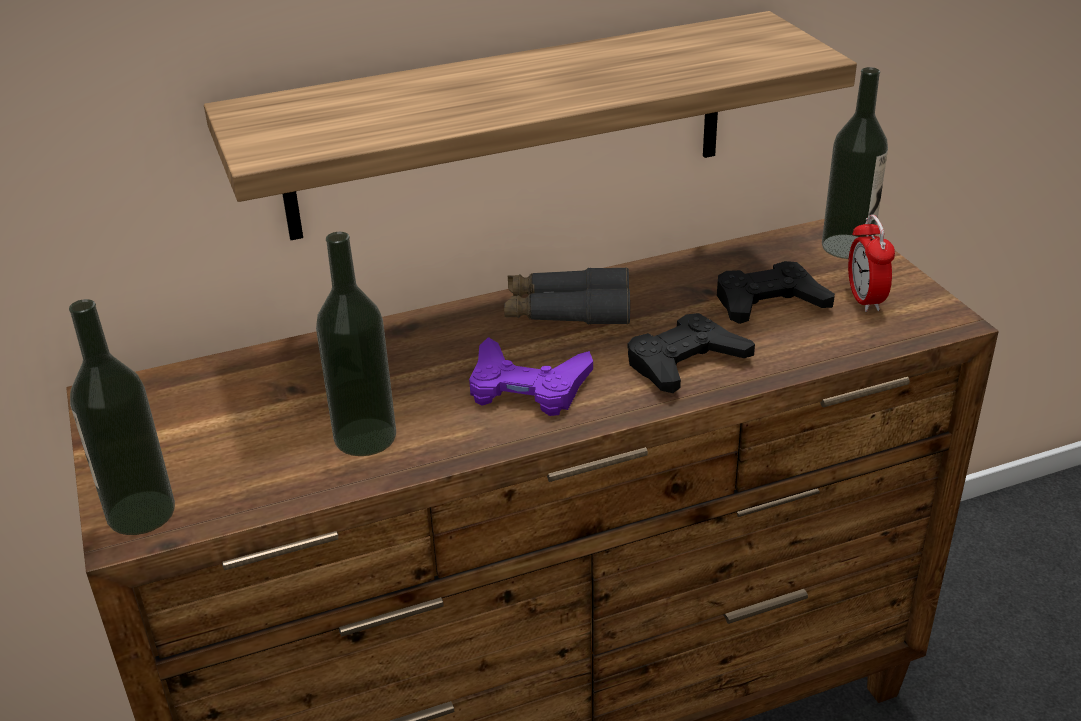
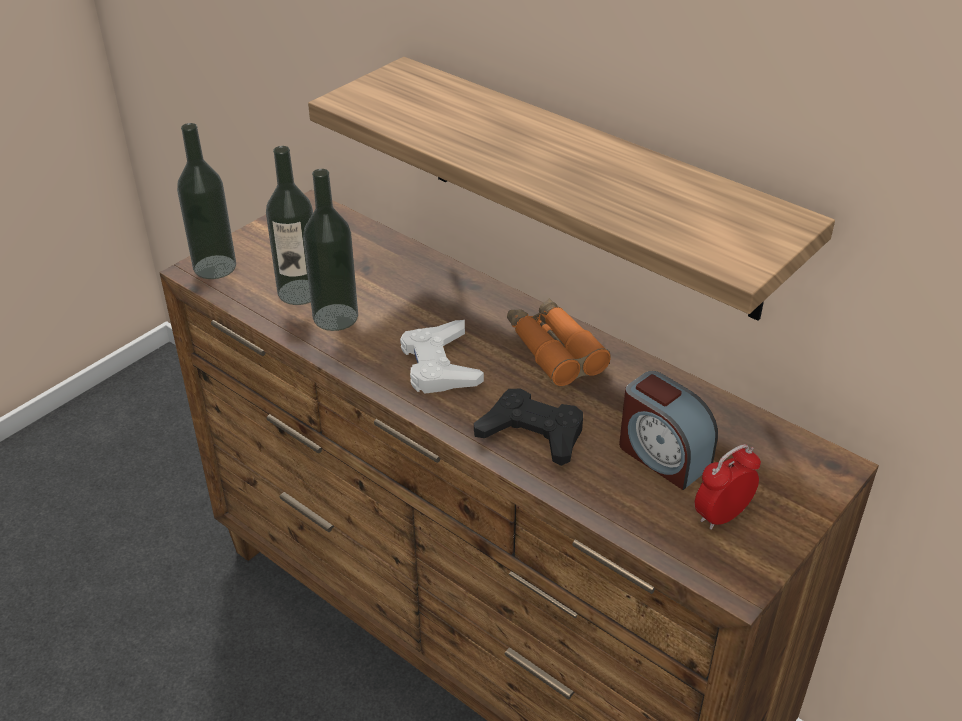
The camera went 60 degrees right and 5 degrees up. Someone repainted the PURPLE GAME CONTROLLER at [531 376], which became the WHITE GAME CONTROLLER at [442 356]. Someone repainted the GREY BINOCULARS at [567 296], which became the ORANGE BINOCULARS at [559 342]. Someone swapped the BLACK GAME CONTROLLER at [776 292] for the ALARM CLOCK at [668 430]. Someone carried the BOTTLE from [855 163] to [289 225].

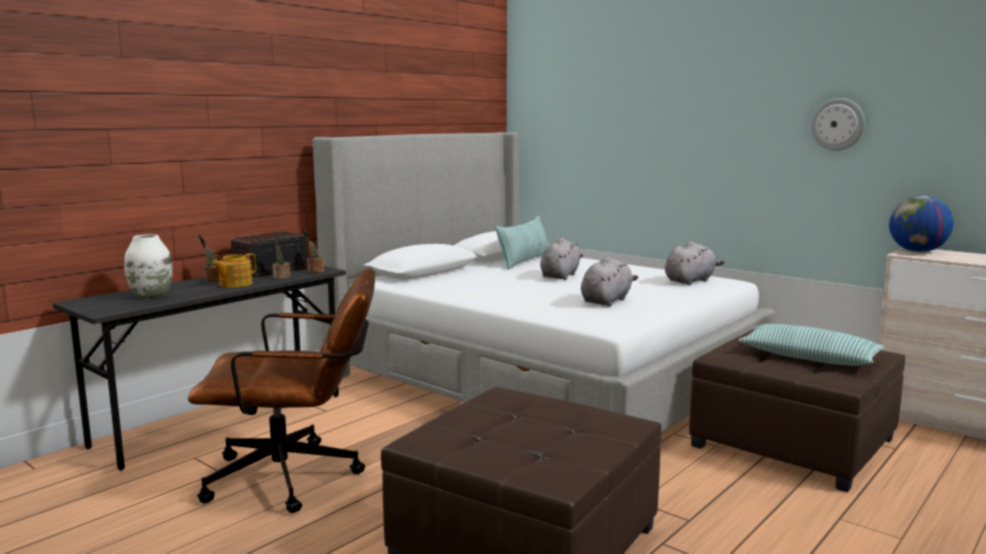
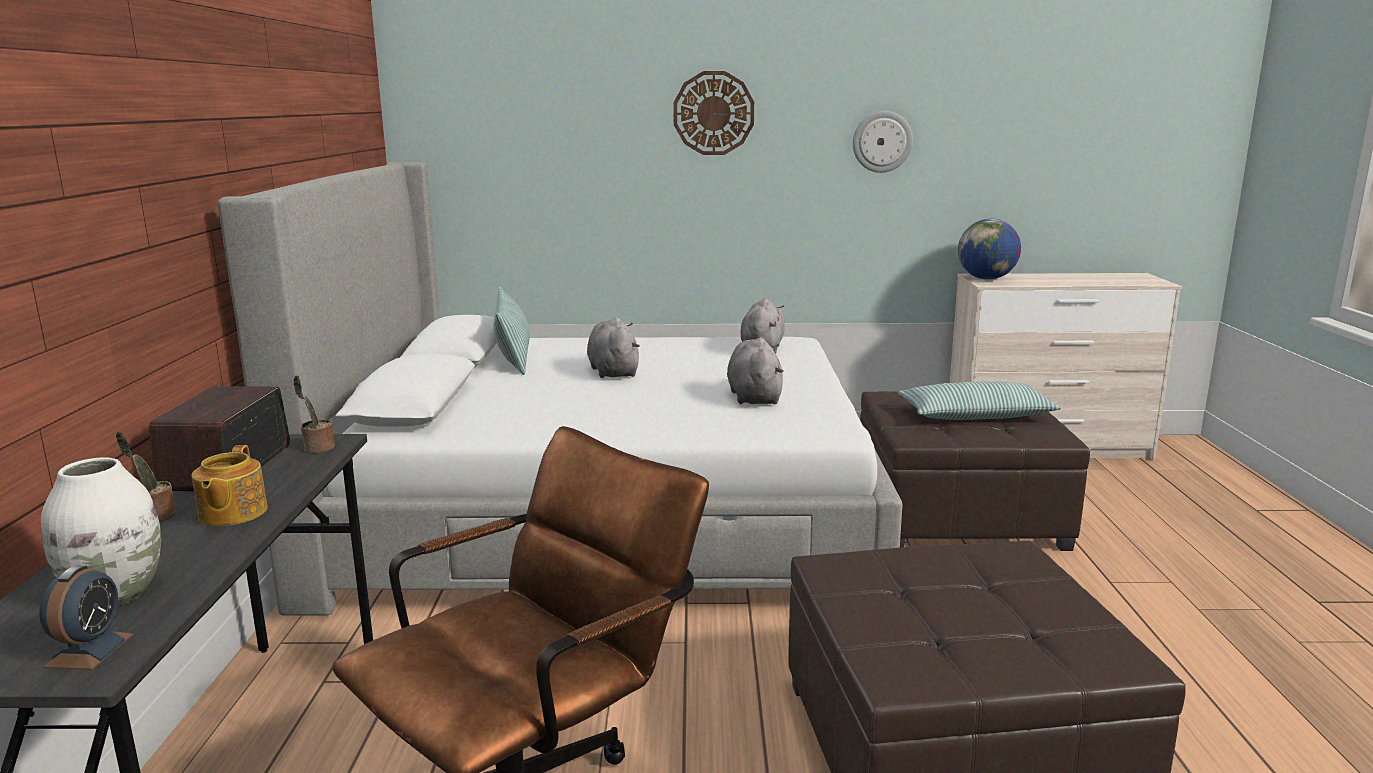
The camera went 40 degrees left and 5 degrees up. Someone took away the POTTED PLANT at [282 256]. Someone put down the ALARM CLOCK at [86 617]. Someone put up the WALL CLOCK at [713 113].

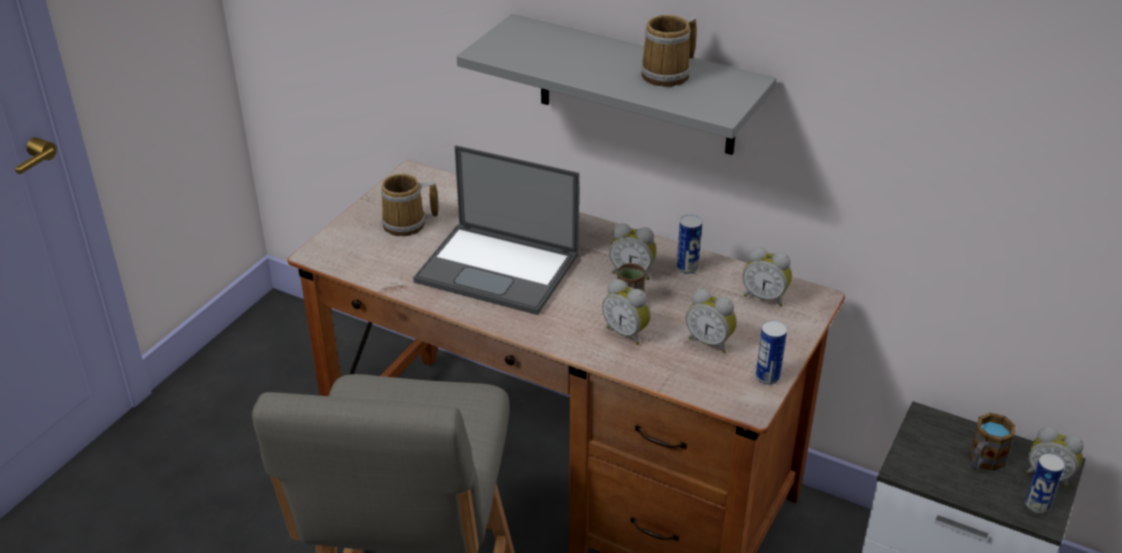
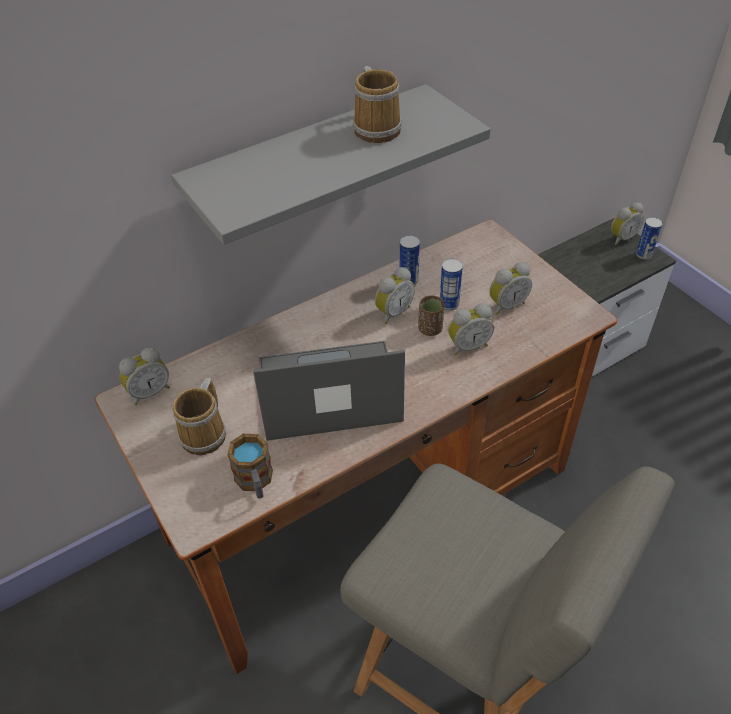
The camera went 60 degrees left and 10 degrees up. Someone rotated the LAPTOP at [496 230] by 150 degrees counterclockwise. Someone carried the ALARM CLOCK from [767 276] to [144 376]. Someone carried the CAN from [771 352] to [451 285]. Someone carried the MUG from [992 442] to [250 466].

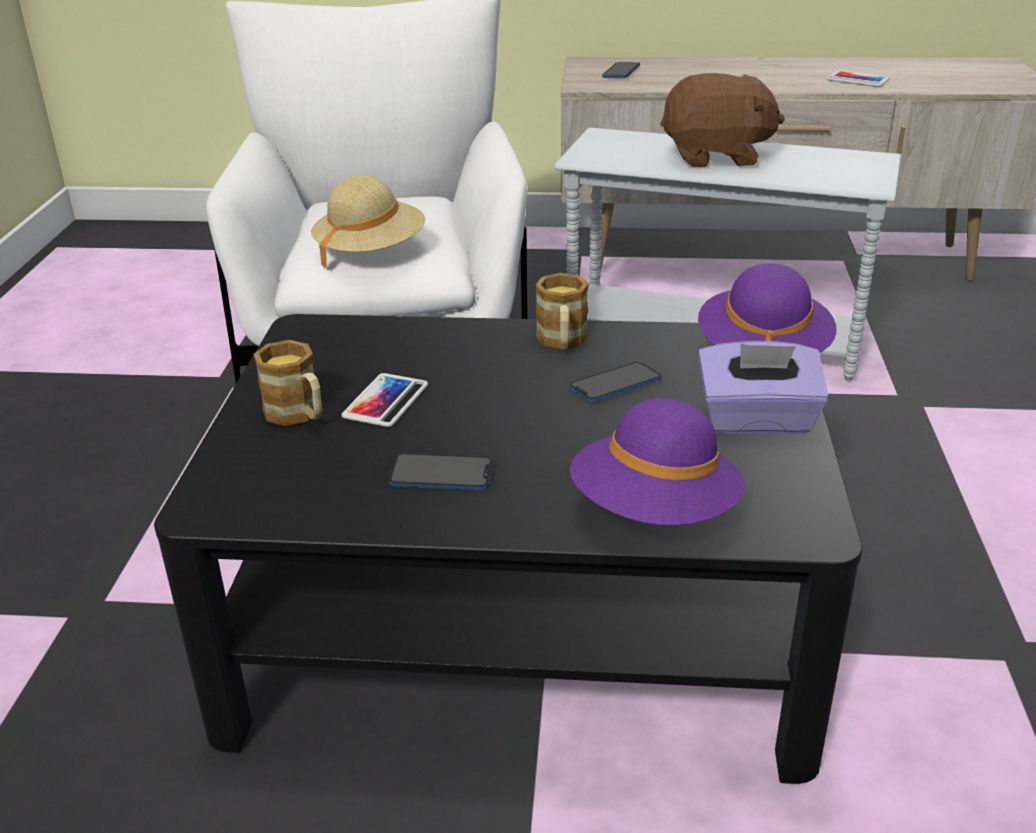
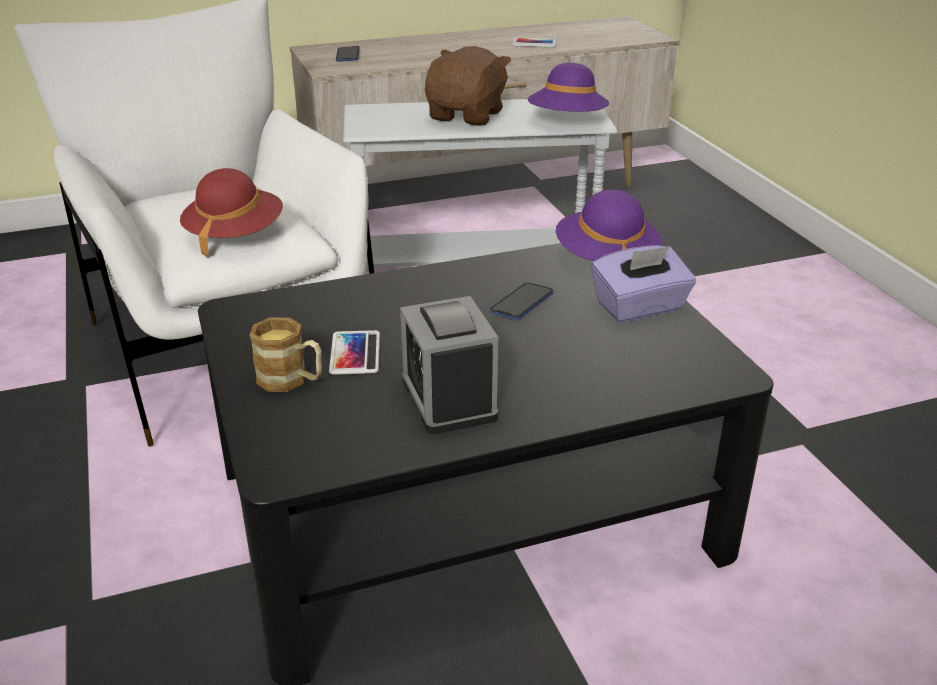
The camera went 25 degrees left and 0 degrees up. Someone repainted the BEIGE HAT at [368 222], which became the RED HAT at [231 212]. Someone swapped the PHONE at [441 471] for the ALARM CLOCK at [449 365]. Someone took away the MUG at [562 311]. Someone carried the PURPLE HAT from [657 461] to [568 87]. Someone rotated the BROWN PLUSH TOY at [722 120] by 45 degrees counterclockwise.

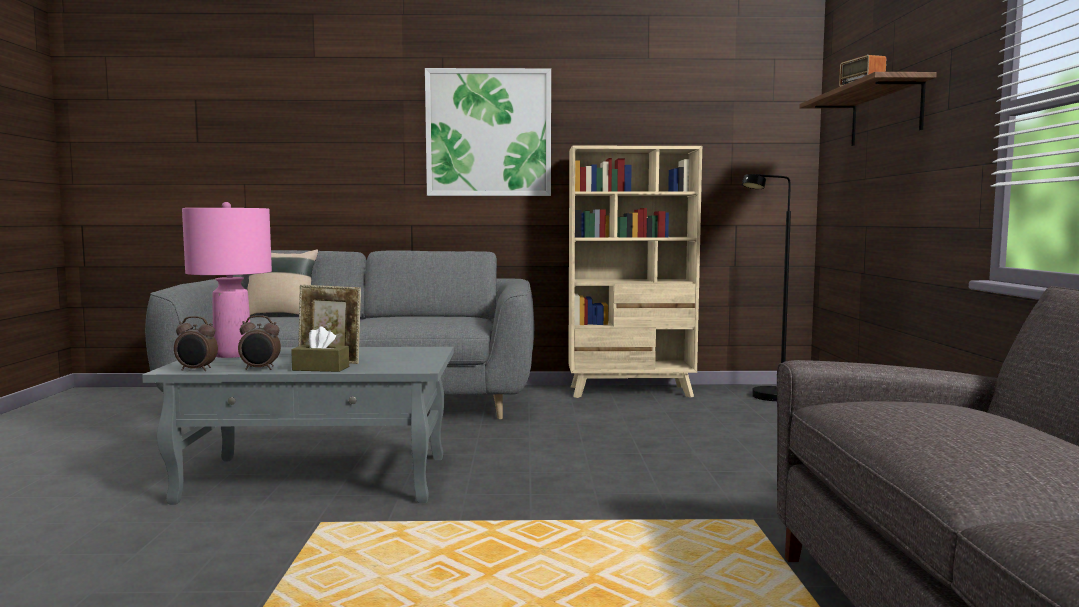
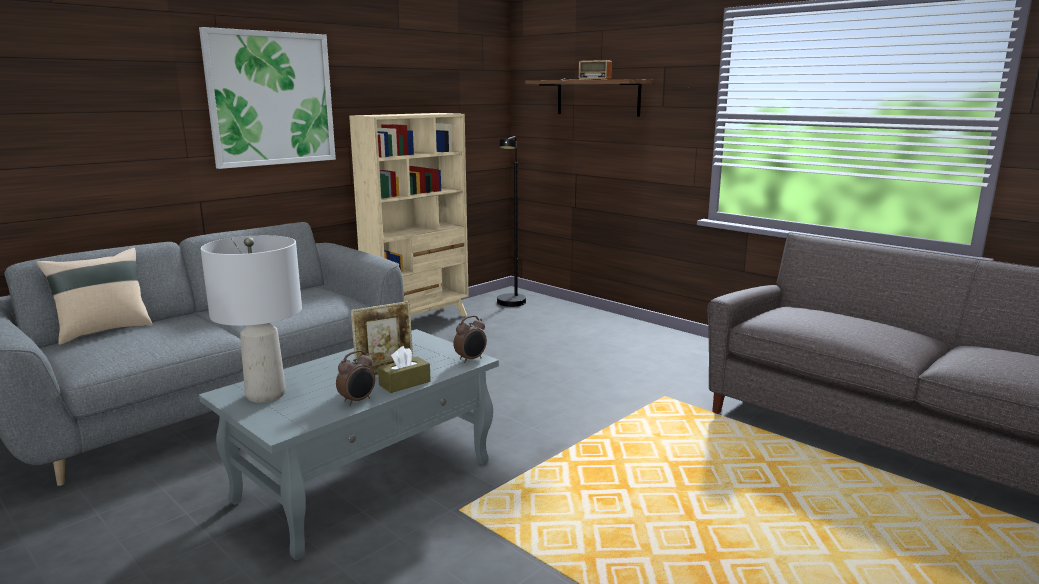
The camera went 45 degrees left and 10 degrees up. Someone carried the ALARM CLOCK from [196 343] to [470 339]. Someone repainted the PINK TABLE LAMP at [227 280], which became the GREY TABLE LAMP at [251 319].

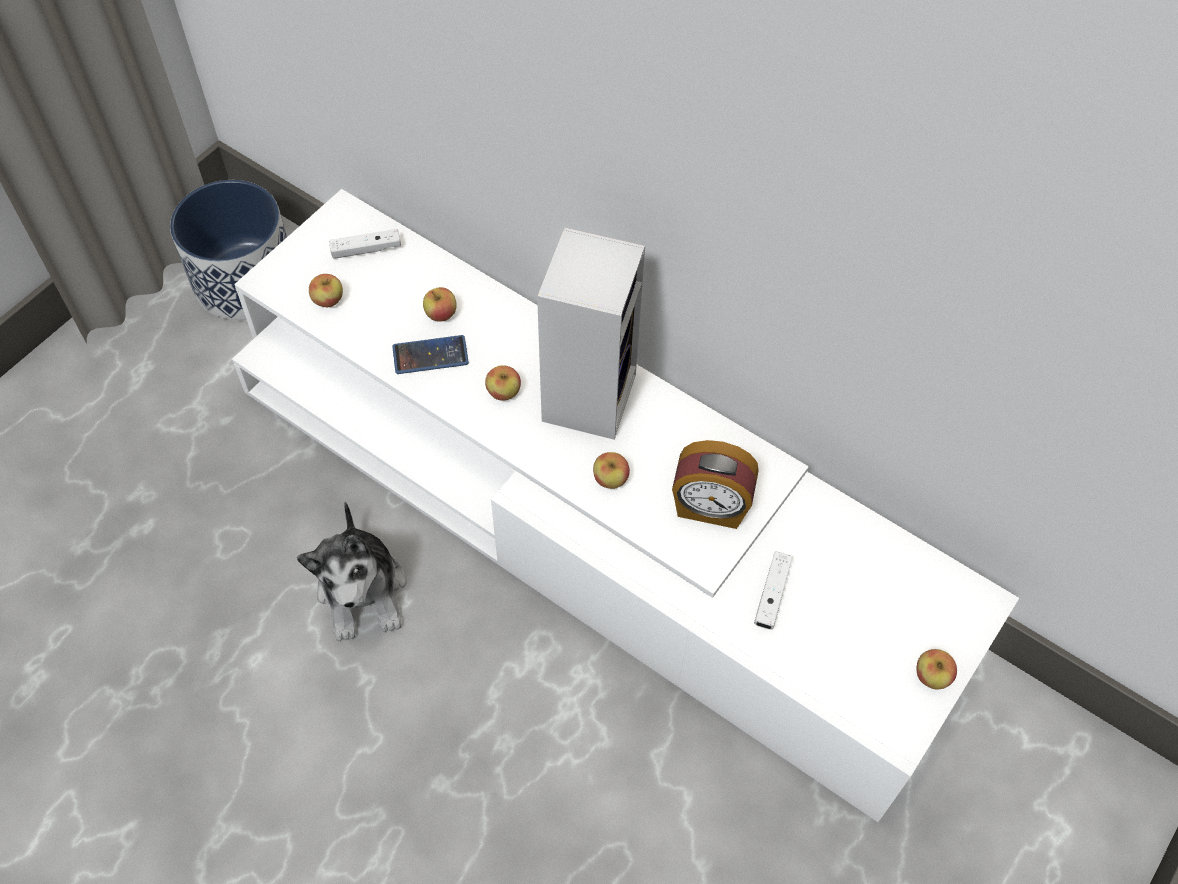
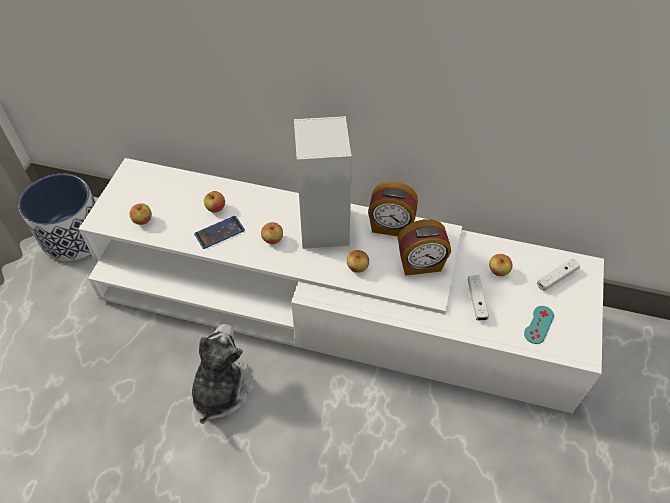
The camera went 20 degrees left and 5 degrees down. Someone rotated the PLUSH TOY at [352 572] by 135 degrees counterclockwise. Someone carried the WHITE GAME CONTROLLER from [365 244] to [558 274]. Someone carried the APPLE from [937 669] to [501 265]. Someone put down the ALARM CLOCK at [393 209]. Someone put down the TURQUOISE GAME CONTROLLER at [539 325].

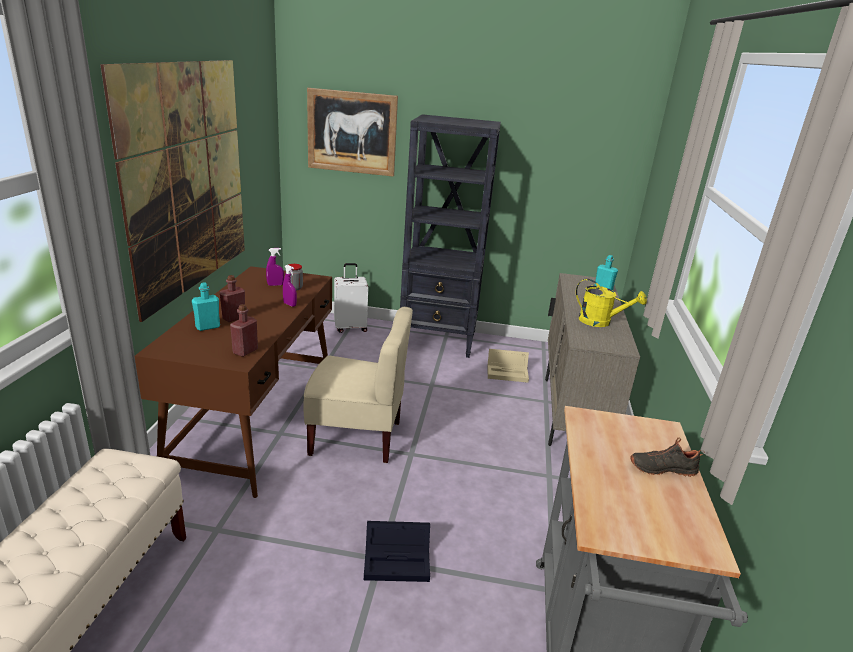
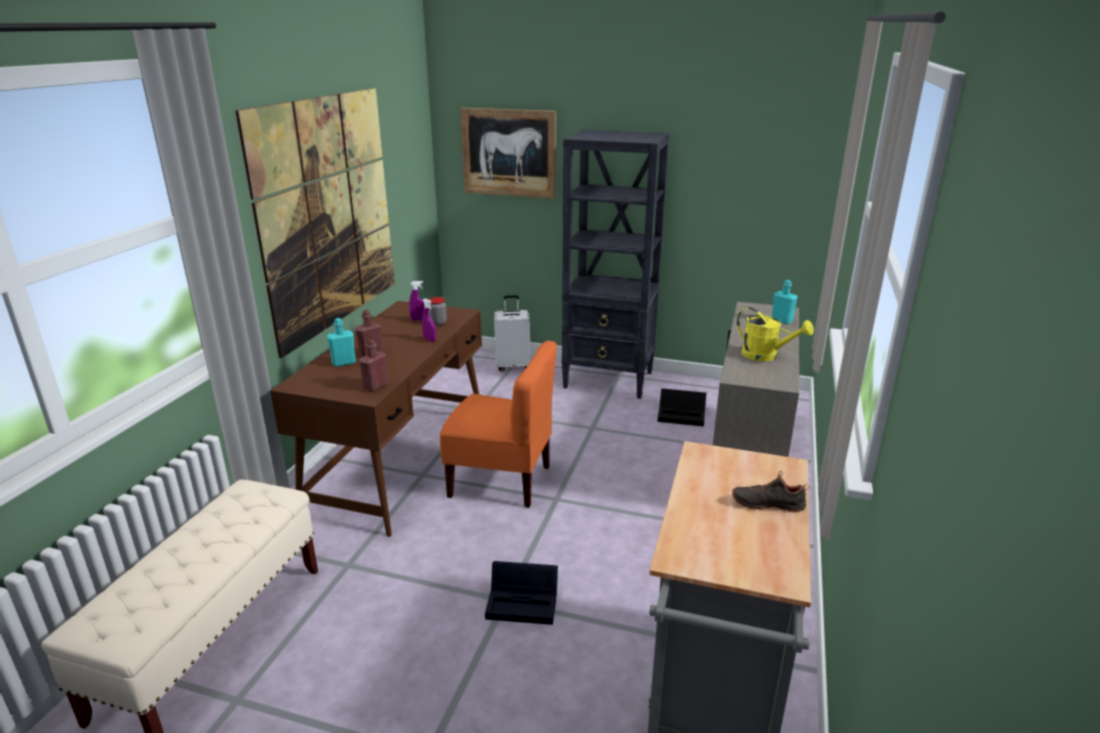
The camera went 10 degrees right and 0 degrees up. Someone repainted the BEIGE CHAIR at [358 385], which became the ORANGE CHAIR at [498 424]. Someone repainted the BEIGE STORAGE BOX at [508 366], which became the BLACK STORAGE BOX at [682 407].

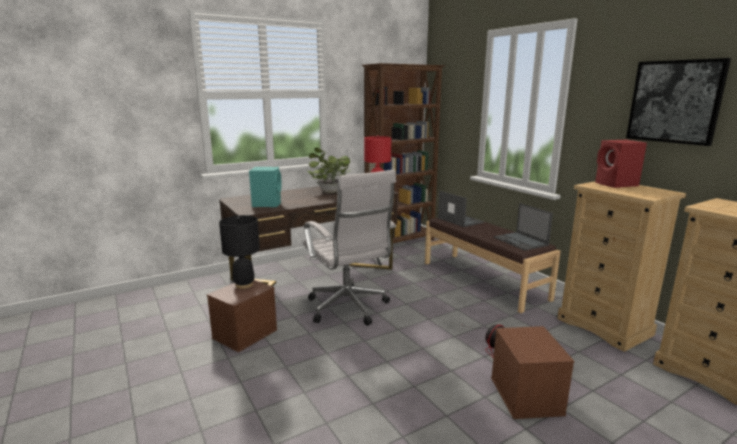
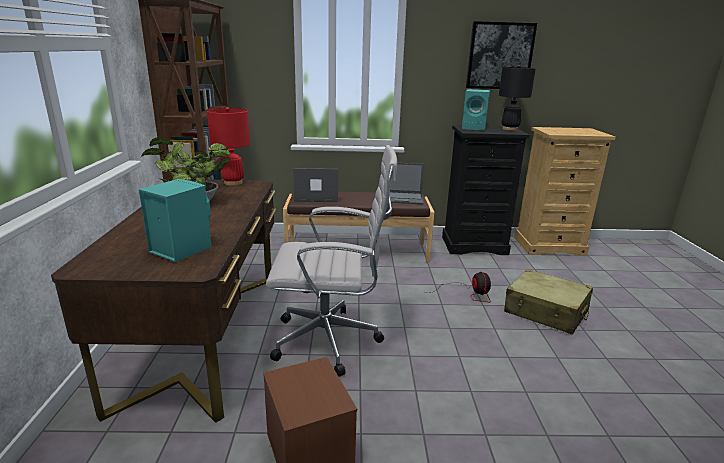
The camera went 60 degrees left and 5 degrees up. Someone carried the BLACK TABLE LAMP from [239 252] to [517 98]. Someone swapped the BROWN STORAGE BOX at [532 372] for the BEIGE SUITCASE at [548 301]. Someone repainted the BEIGE DRESSER at [621 266], which became the BLACK DRESSER at [486 190]. Someone repainted the RED SPEAKER at [621 164], which became the TURQUOISE SPEAKER at [476 109].

